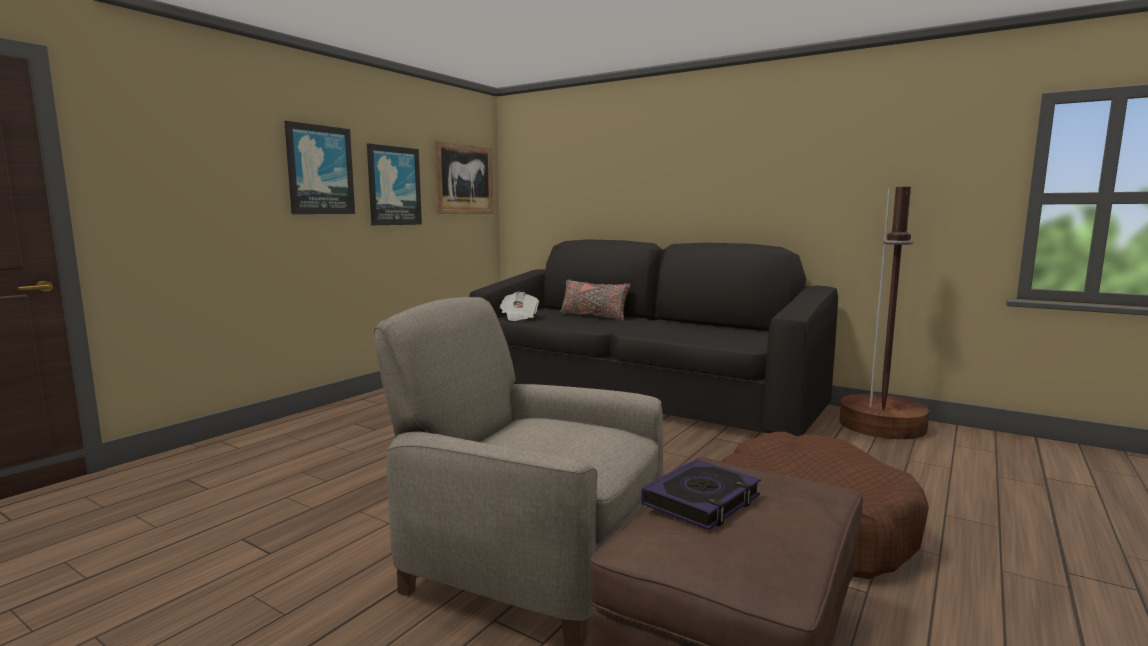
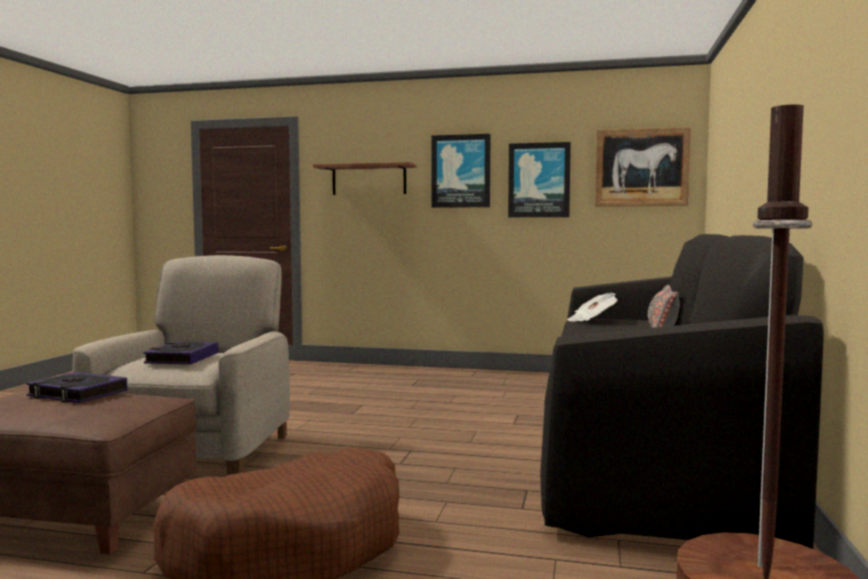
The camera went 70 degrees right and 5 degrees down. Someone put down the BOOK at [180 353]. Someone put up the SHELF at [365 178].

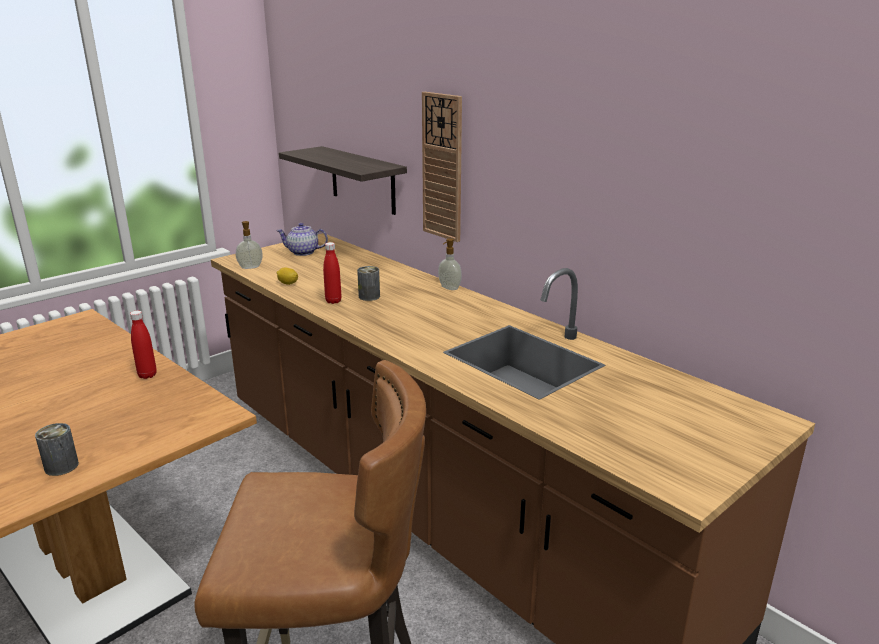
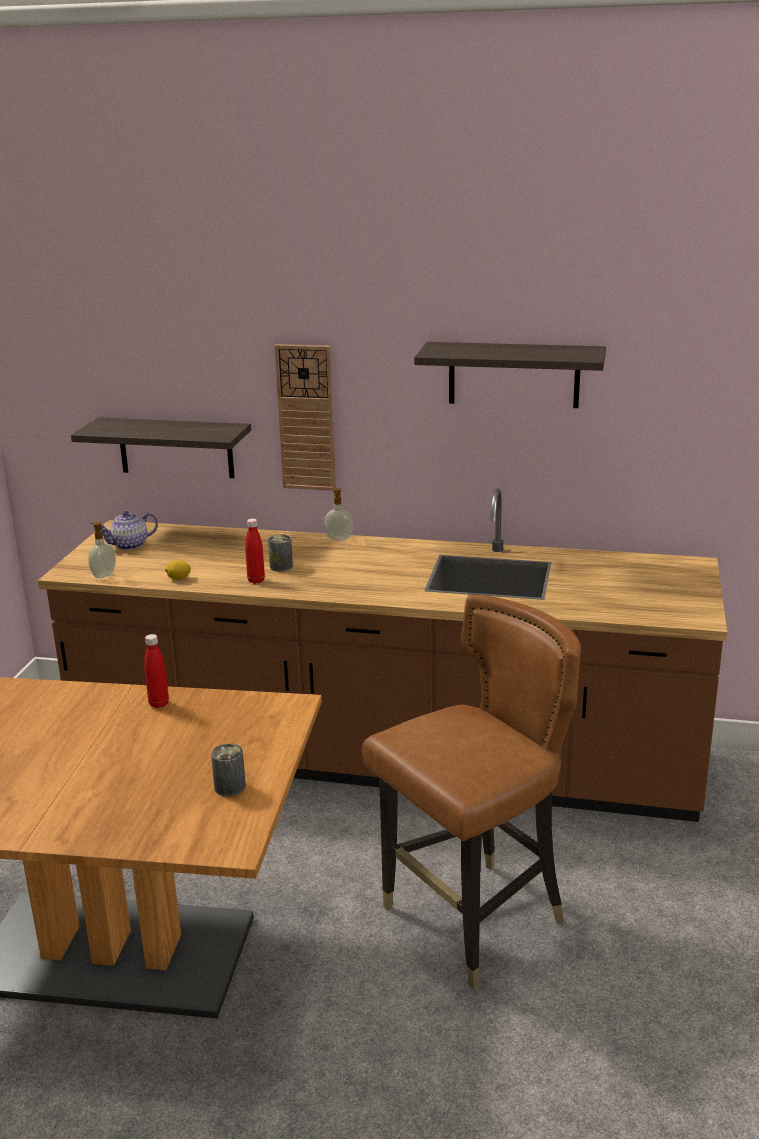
The camera went 35 degrees left and 0 degrees up. Someone put up the SHELF at [510 375].

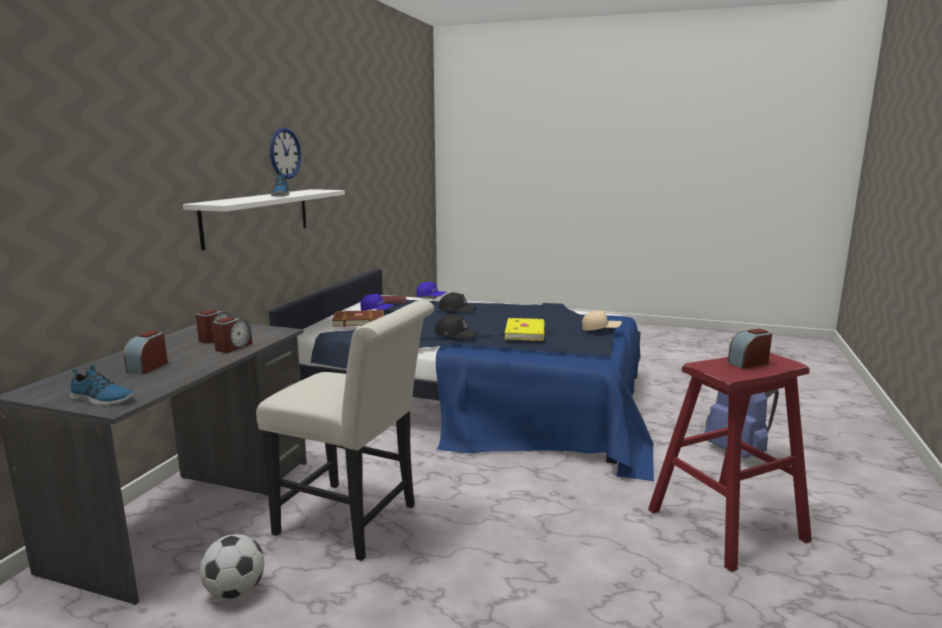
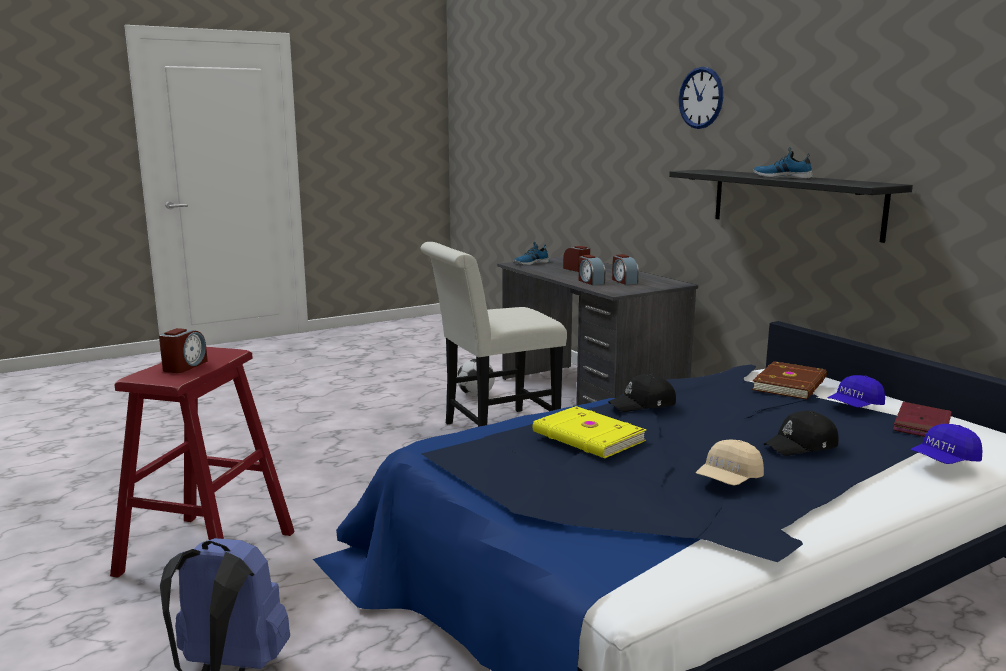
The camera went 130 degrees right and 0 degrees up. Someone repainted the WHITE SHELF at [264 219], which became the BLACK SHELF at [791 206]. Someone carried the WALL CLOCK from [285 153] to [701 98]. Someone carried the BEIGE CAP from [602 320] to [730 462].

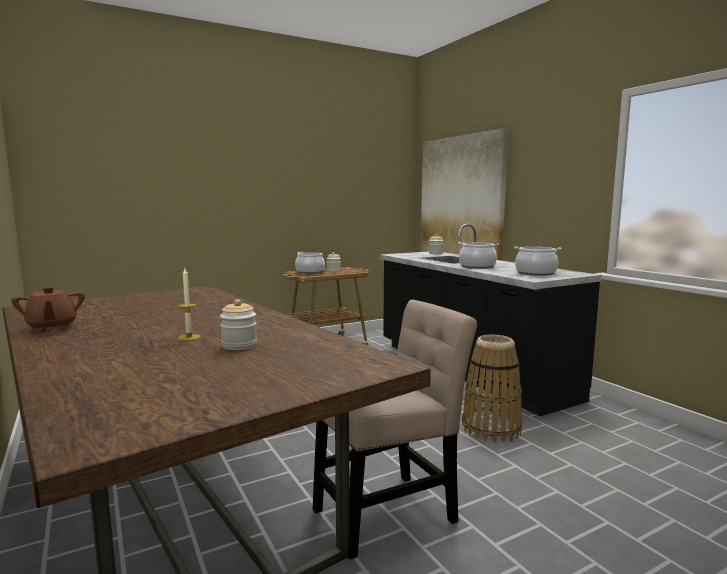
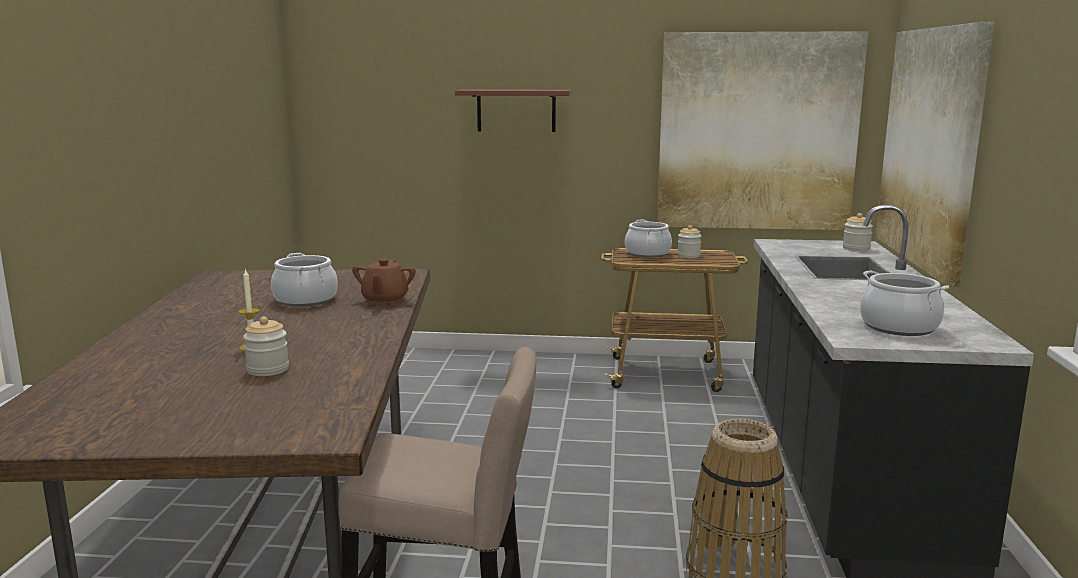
The camera went 35 degrees right and 5 degrees up. Someone carried the BROWN TEAPOT from [48 309] to [384 282]. Someone carried the COOKING POT from [478 255] to [304 280]. Someone put up the BROWN SHELF at [513 110]. Someone put up the PICTURE at [762 130].

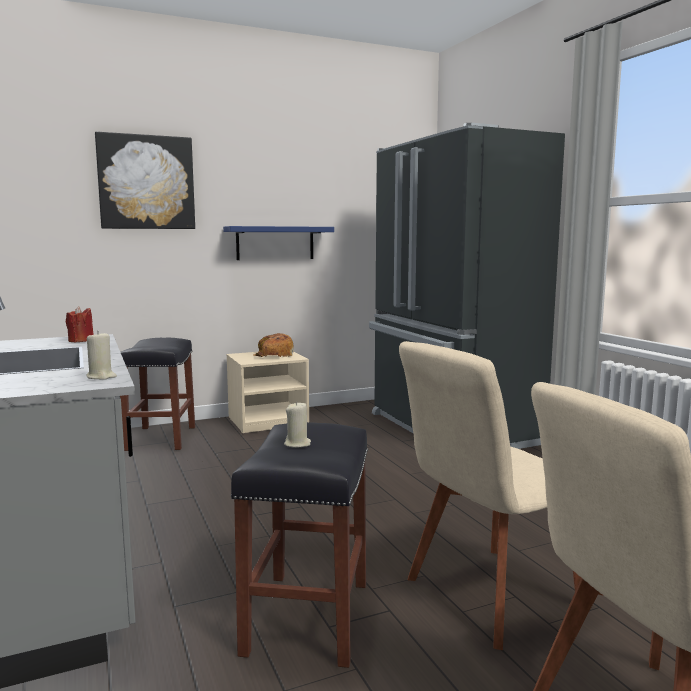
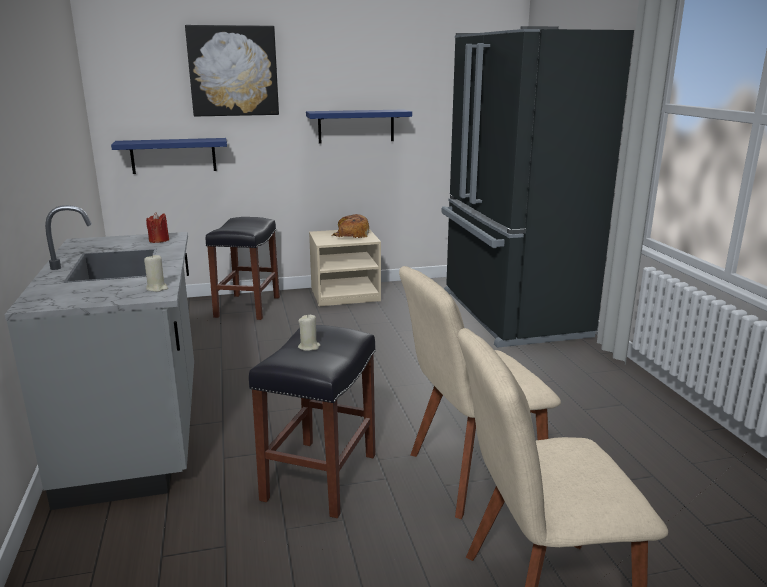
The camera went 10 degrees right and 10 degrees up. Someone put up the BLUE SHELF at [169 156].

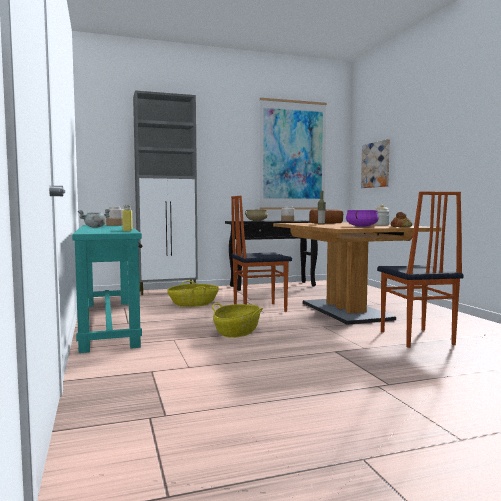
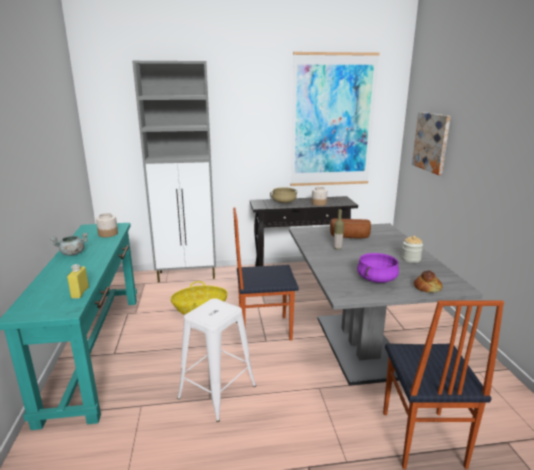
The camera went 10 degrees right and 15 degrees up. Someone swapped the BASKET at [237 320] for the WHITE STOOL at [216 360]. Someone repainted the BROWN DINING TABLE at [357 273], which became the GREY DINING TABLE at [386 304].

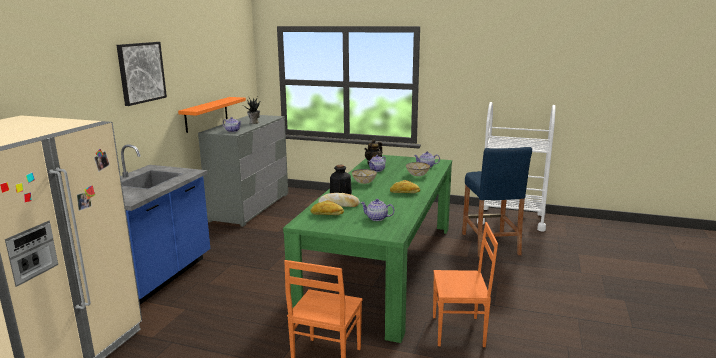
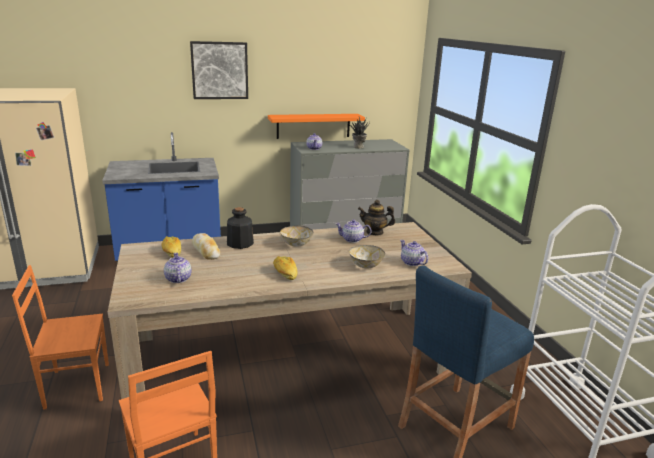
The camera went 55 degrees right and 5 degrees up. Someone repainted the GREEN DINING TABLE at [367 249], which became the BEIGE DINING TABLE at [290 310].

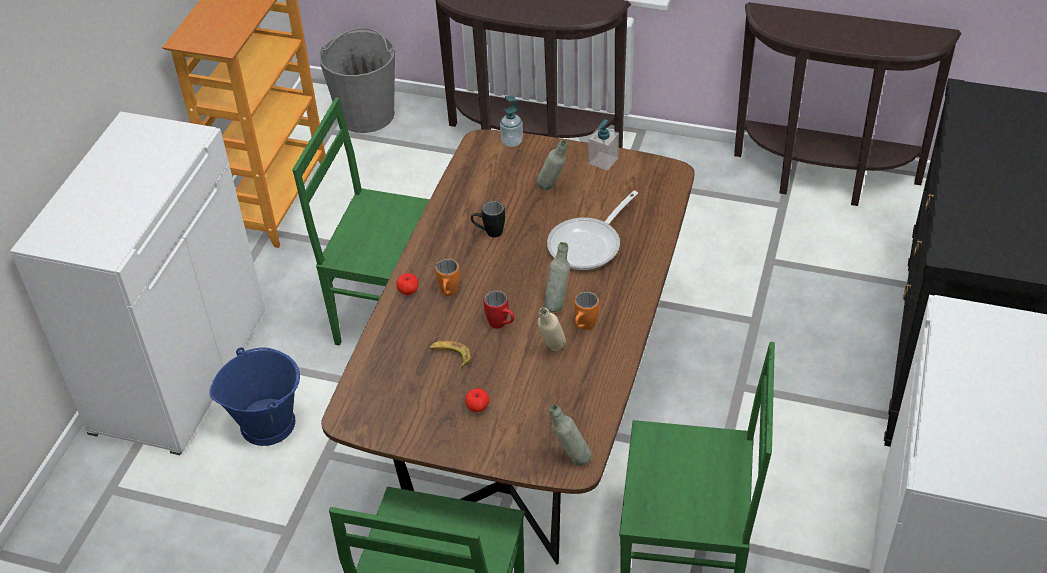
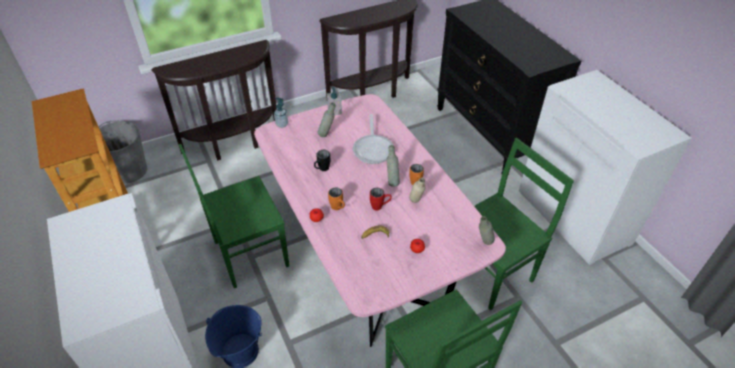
The camera went 45 degrees left and 0 degrees up. Someone repainted the BROWN DINING TABLE at [508 346], which became the PINK DINING TABLE at [380 220].

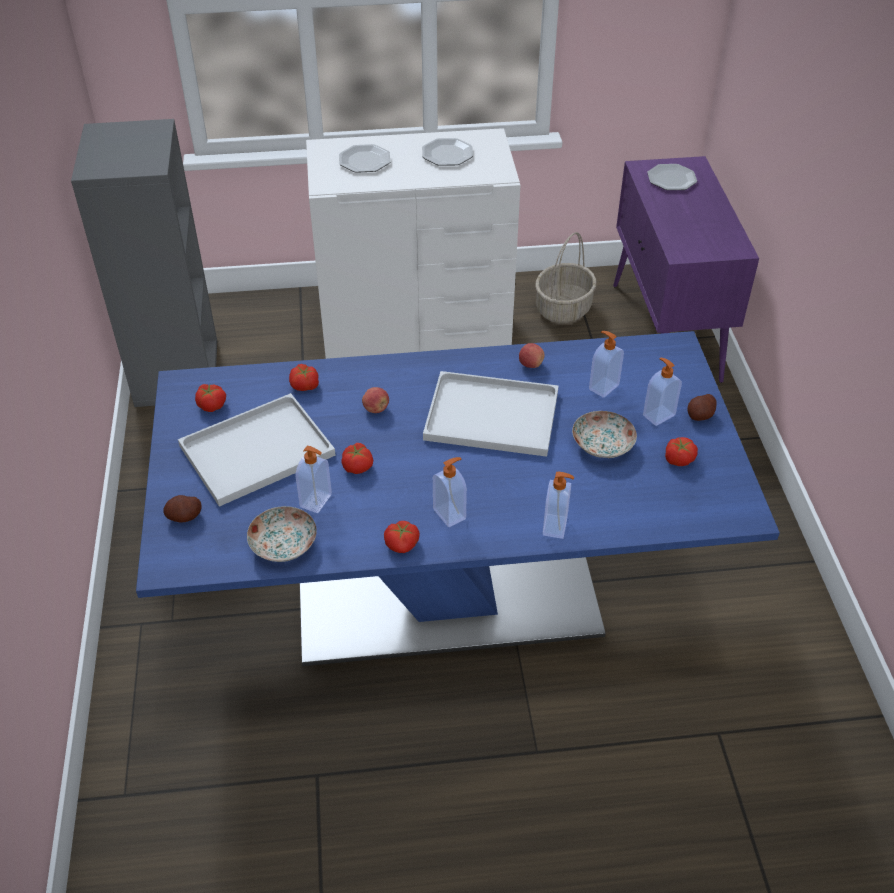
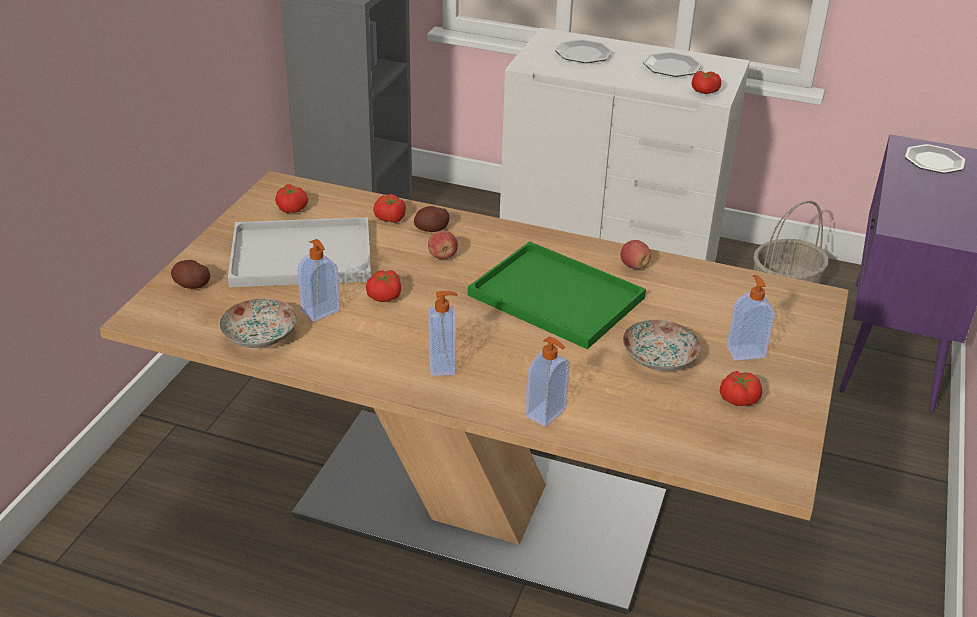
The camera went 25 degrees right and 10 degrees down. Someone repainted the BLUE DINING TABLE at [458 498], which became the BEIGE DINING TABLE at [474 392]. Someone carried the TOMATO from [402 537] to [706 82]. Someone repainted the WHITE TRAY at [490 414], which became the GREEN TRAY at [557 295]. Someone took away the SOAP DISPENSER at [606 364]. Someone carried the POTATO from [701 407] to [432 219].

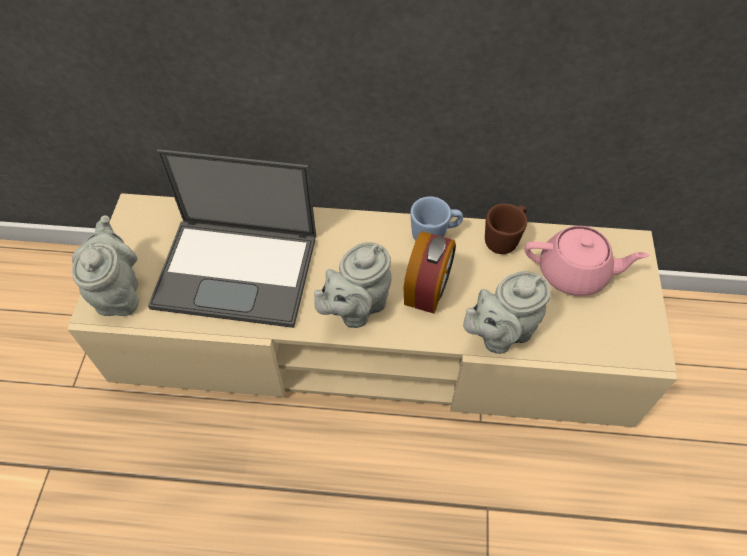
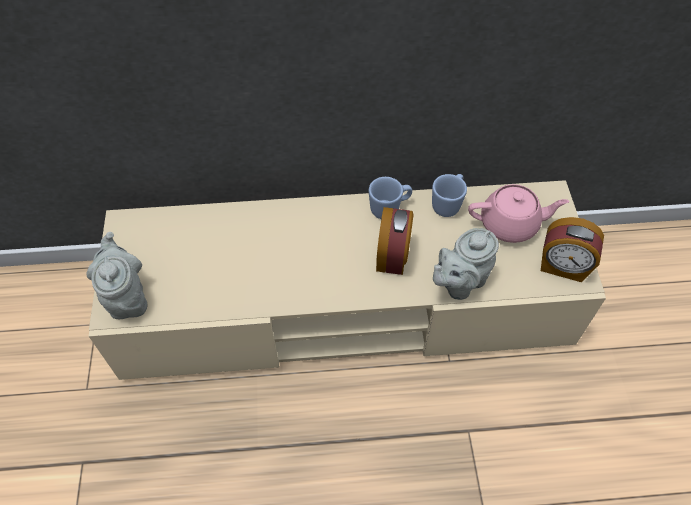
The camera went 10 degrees left and 0 degrees up. Someone took away the LAPTOP at [232 238]. Someone took away the GREY TEAPOT at [353 285]. Someone repainted the BROWN MUG at [506 229], which became the BLUE MUG at [449 195]. Someone put down the ALARM CLOCK at [572 249].

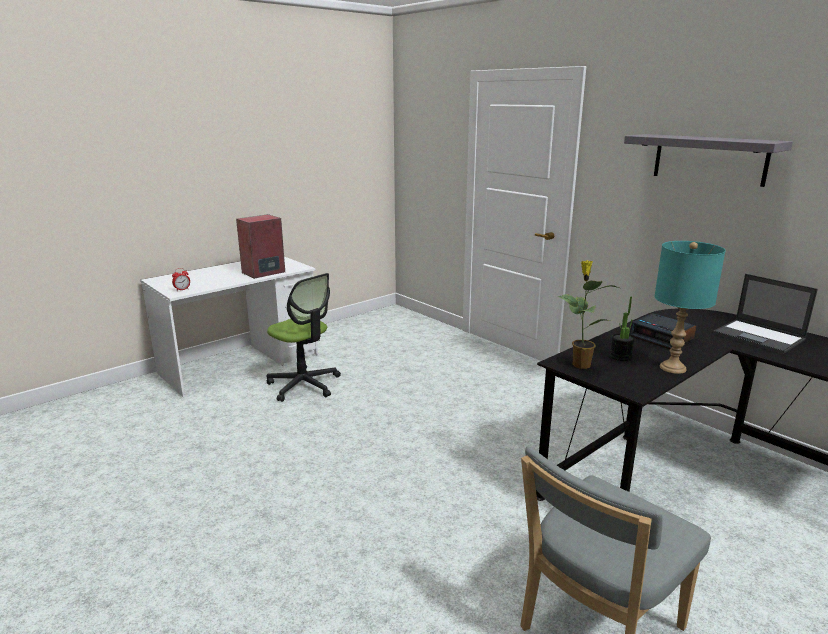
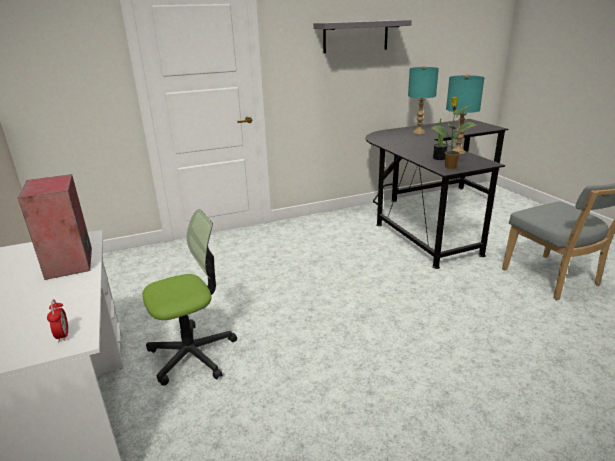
The camera went 70 degrees left and 5 degrees up. Someone took away the ALARM CLOCK at [663 331]. Someone swapped the LAPTOP at [765 314] for the TURQUOISE TABLE LAMP at [423 100].

